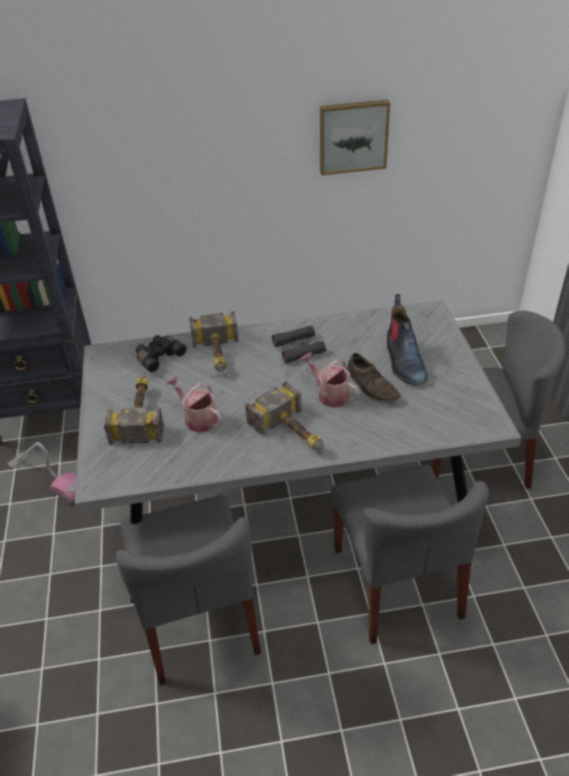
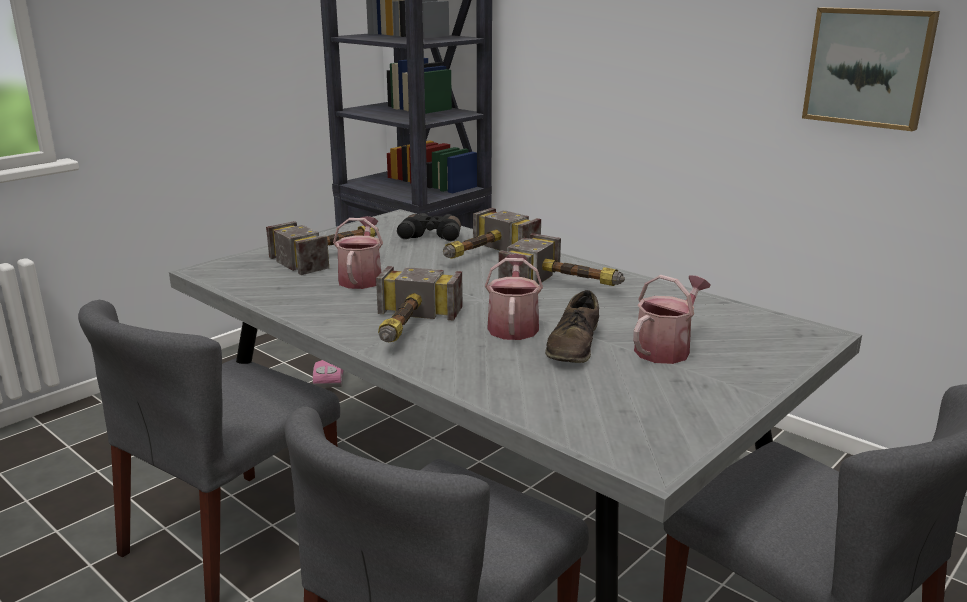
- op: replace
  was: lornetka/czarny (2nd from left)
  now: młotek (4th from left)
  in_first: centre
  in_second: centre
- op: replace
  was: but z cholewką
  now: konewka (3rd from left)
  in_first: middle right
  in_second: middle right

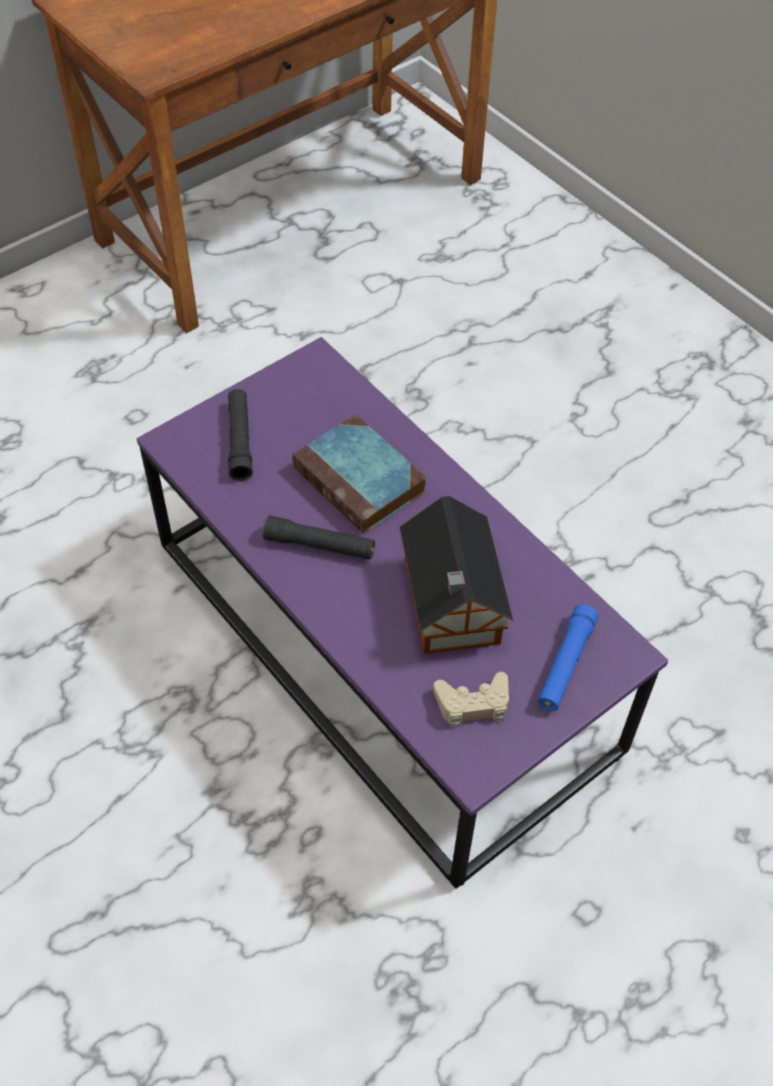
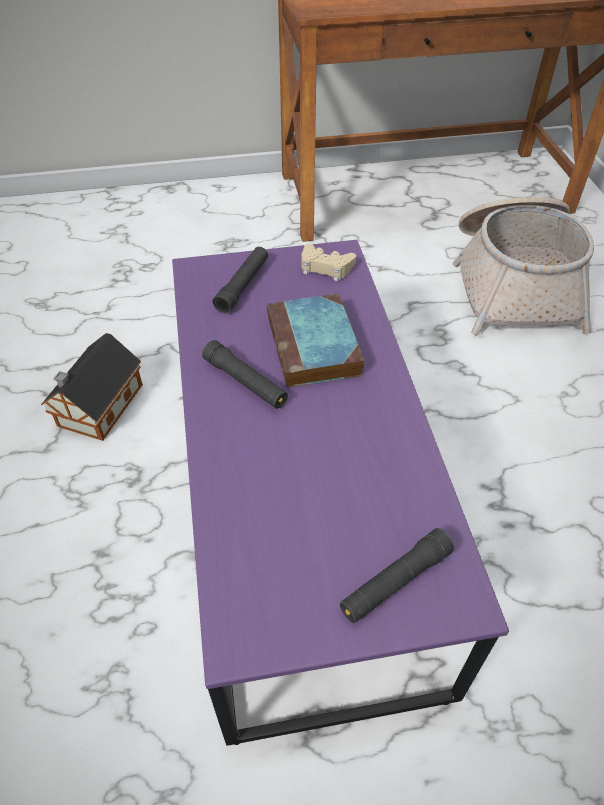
- op: insert
  now: koszyk
  in_second: top right
- op: move
  was: domek
  in_first: centre
  in_second: middle left
- op: move
  was: pad do gier/beżowy
  in_first: centre
  in_second: top centre
- op: recolor
  was: latarka/niebieski
  now: latarka/czarny (3rd from left)
  in_first: middle right
  in_second: bottom centre

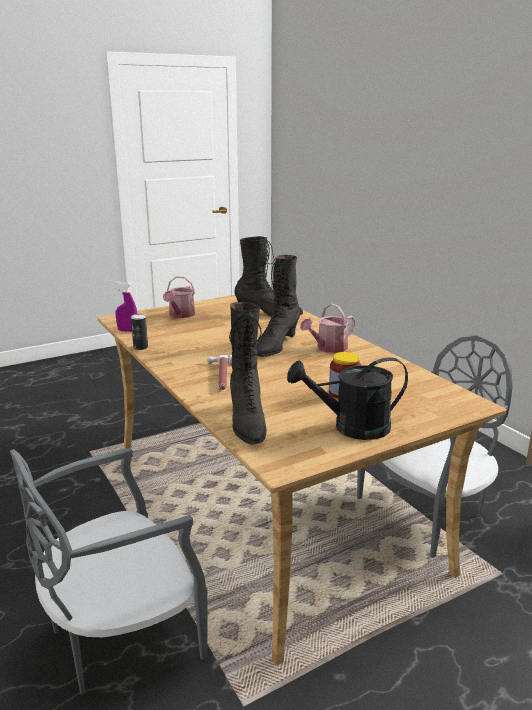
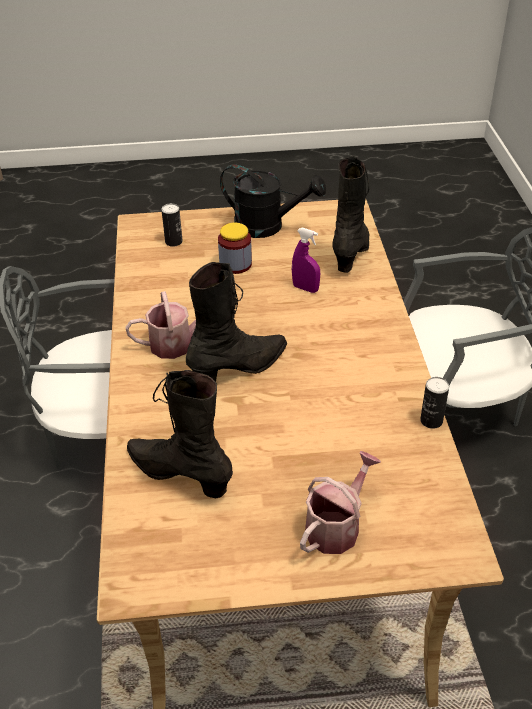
- op: delete
  was: młotek
  in_first: centre
- op: insert
  now: puszka (1st from left)
  in_second: top left
- op: move
  was: spryskiwacz/fioletowy
  in_first: middle left
  in_second: centre

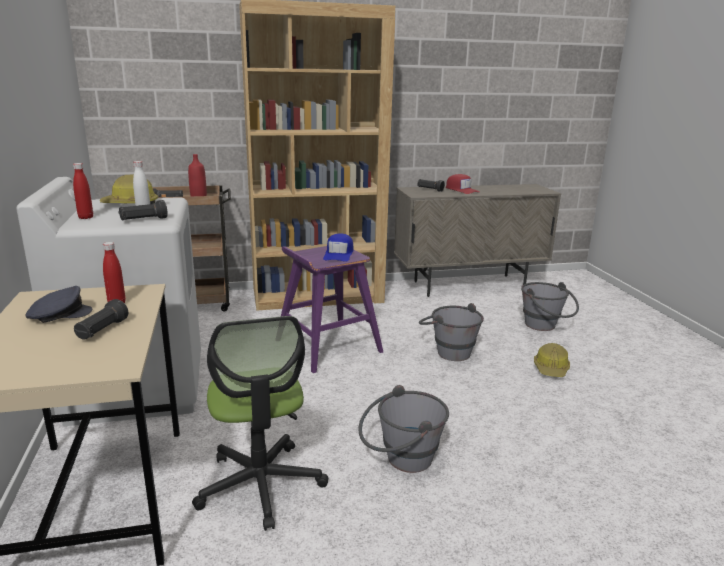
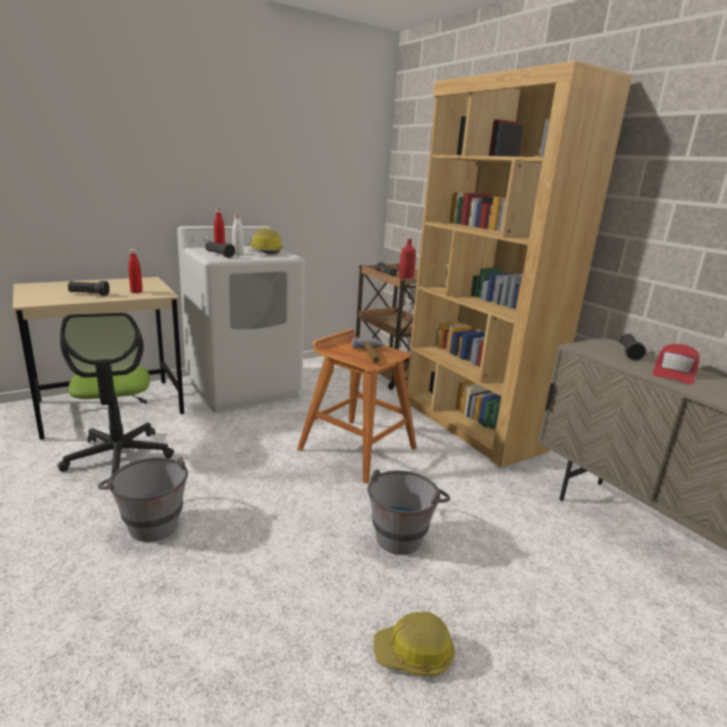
- op: delete
  was: czapka z daszkiem/szary
  in_first: middle left
- op: delete
  was: wiadro/szary (3rd from left)
  in_first: middle right
- op: replace
  was: czapka z daszkiem/niebieski
  now: młotek
  in_first: centre
  in_second: centre
- op: recolor
  was: stołek/fioletowy
  now: stołek/brązowy
  in_first: centre
  in_second: centre
- op: rotate
  was: krzesło biurowe
  in_first: bottom centre
  in_second: middle left
  clockwise: -75

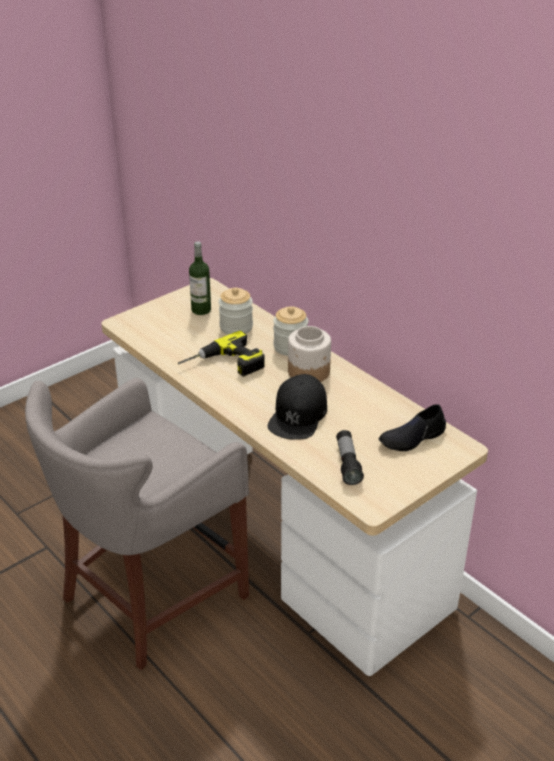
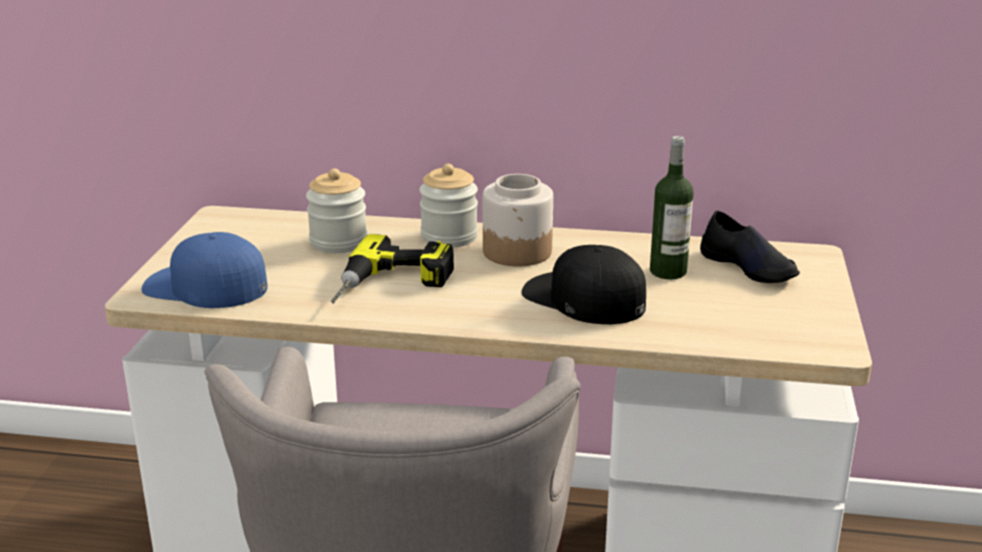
- op: delete
  was: latarka
  in_first: centre
- op: insert
  now: czapka z daszkiem/niebieski
  in_second: middle left
- op: move
  was: butelka
  in_first: centre
  in_second: middle right
- op: rotate
  was: czapka z daszkiem/czarny
  in_first: centre
  in_second: centre
  clockwise: 150
- op: rotate
  was: but/czarny
  in_first: middle right
  in_second: middle right
  clockwise: -60

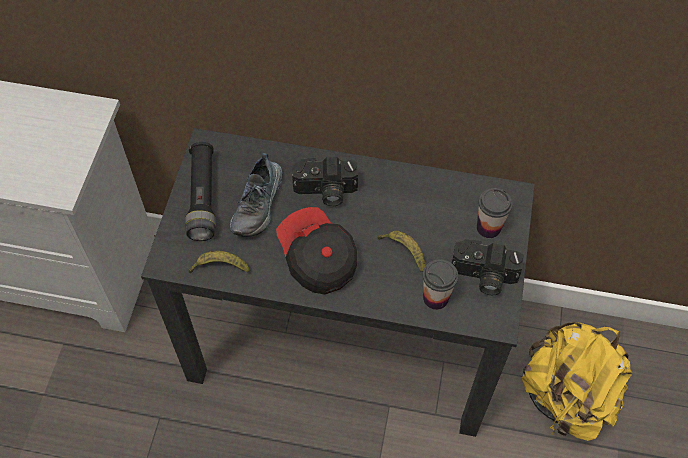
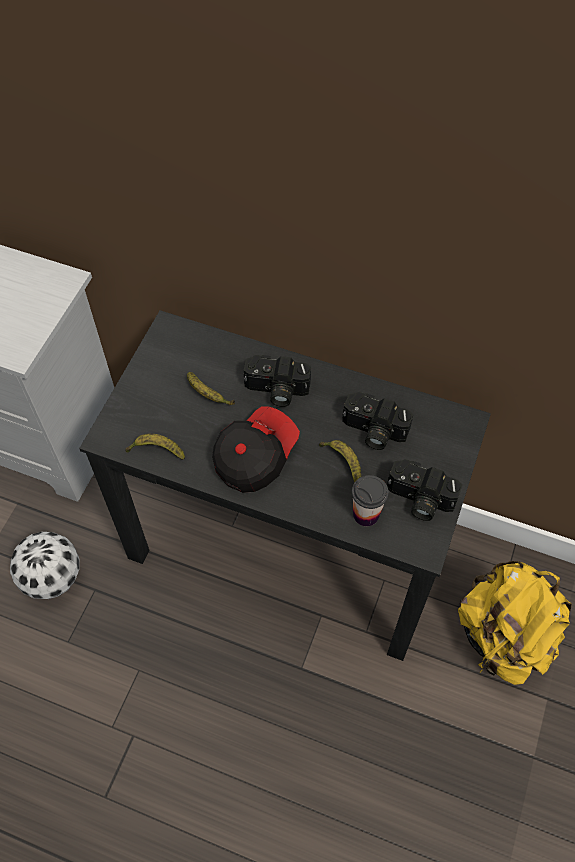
- op: delete
  was: latarka/czarny
  in_first: middle left
- op: delete
  was: filiżanka (2nd from left)
  in_first: middle right
- op: insert
  now: piłka futbolowa
  in_second: middle left
- op: insert
  now: aparat fotograficzny (2nd from left)
  in_second: centre
- op: replace
  was: but
  now: banan (2nd from left)
  in_first: centre
  in_second: centre
- op: rotate
  was: czapka z daszkiem
  in_first: centre
  in_second: centre
  clockwise: 60

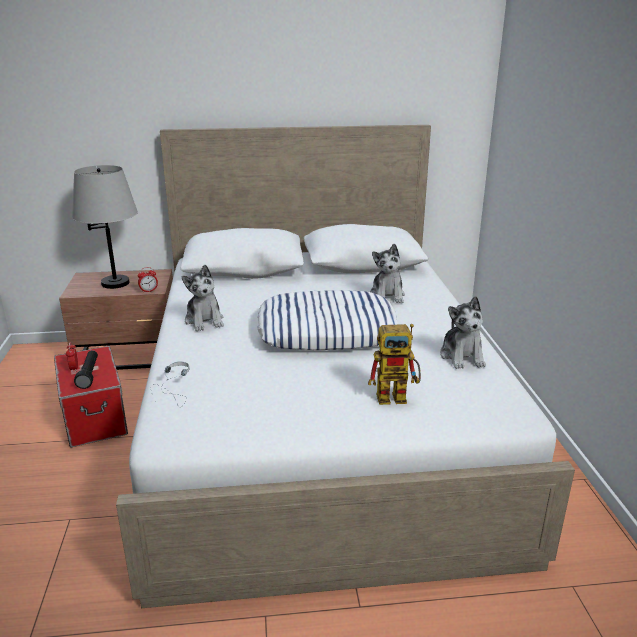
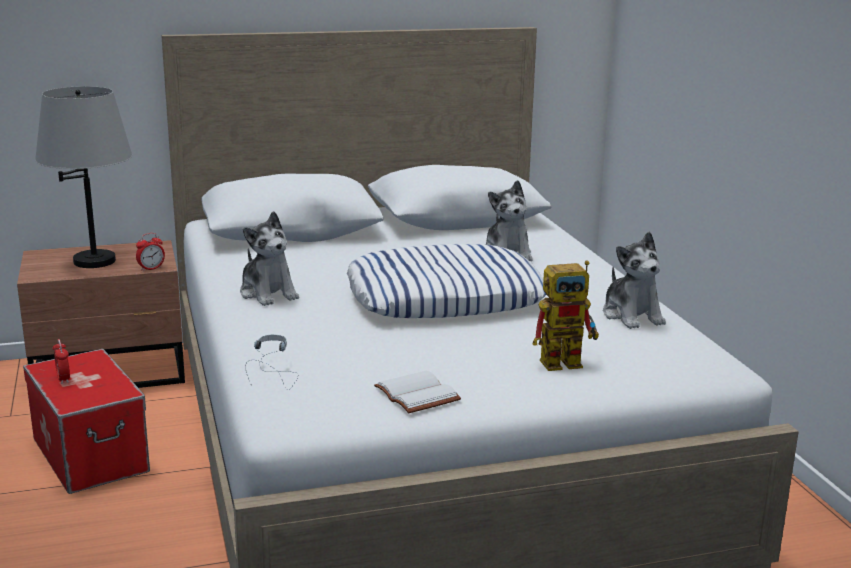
- op: delete
  was: latarka/czarny
  in_first: middle left
- op: insert
  now: książka/biały
  in_second: bottom centre

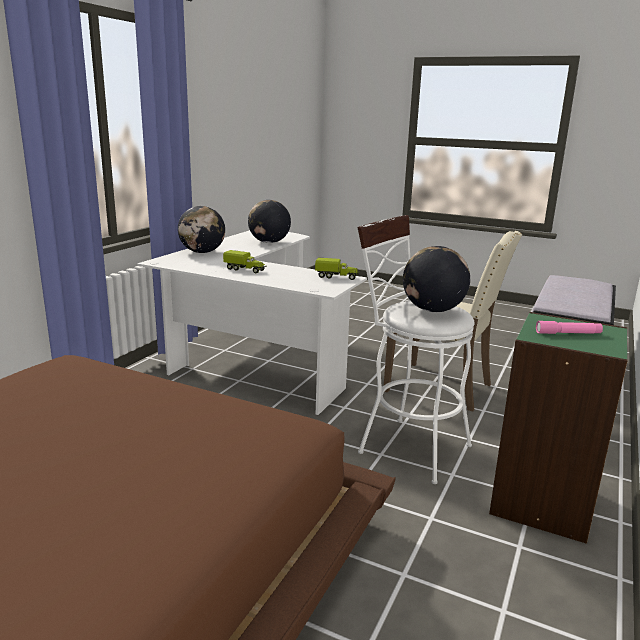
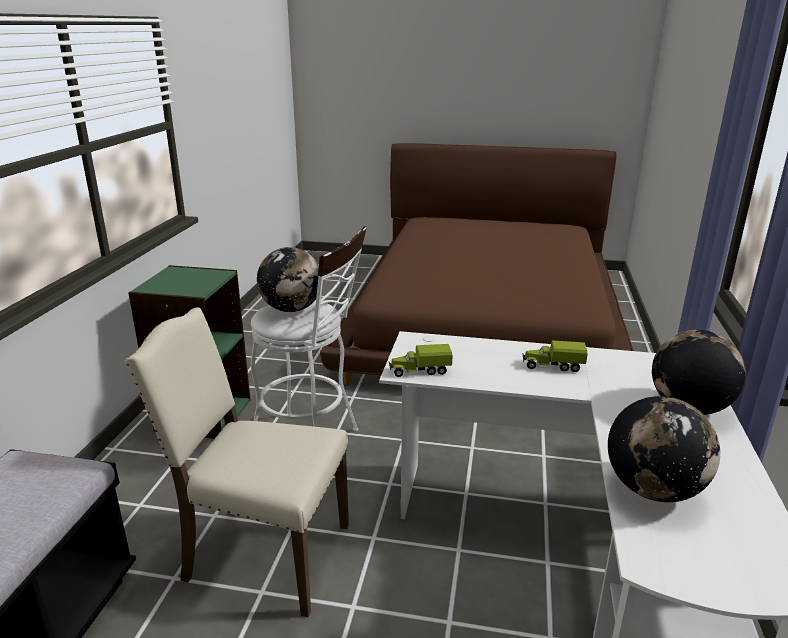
- op: delete
  was: latarka/różowy
  in_first: middle right

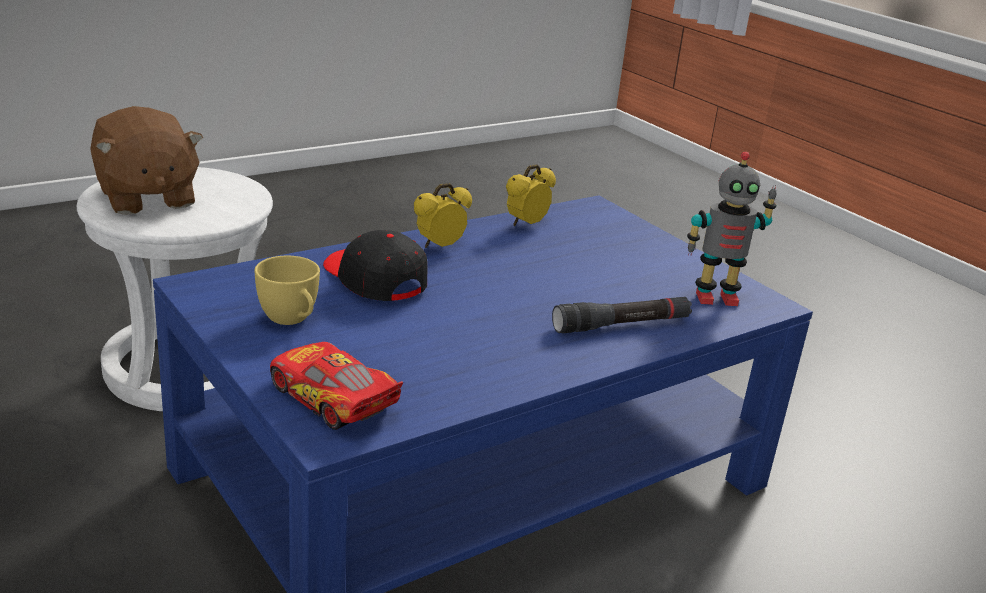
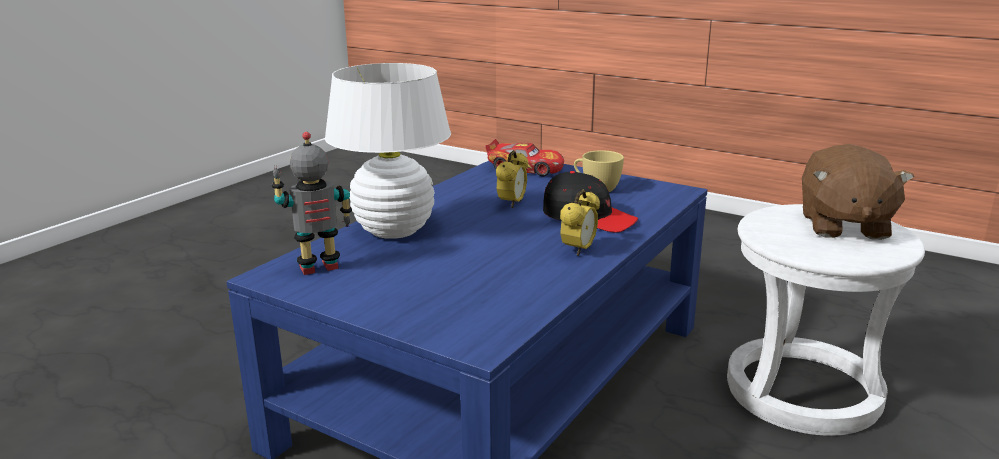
- op: move
  was: budzik (2nd from left in the first image)
  now: budzik (1st from left)
  in_first: top centre
  in_second: centre
- op: replace
  was: latarka/czarny
  now: lampa stołowa/biały
  in_first: centre
  in_second: top centre
- op: rotate
  was: pluszak/brązowy
  in_first: top left
  in_second: middle right
  clockwise: -120

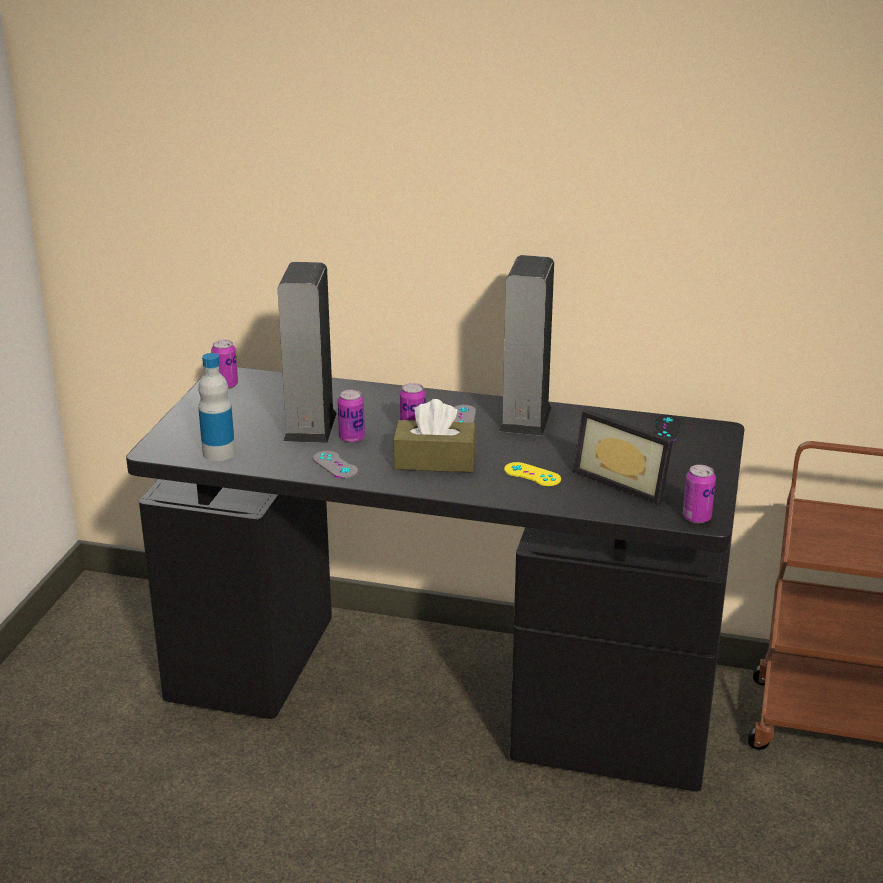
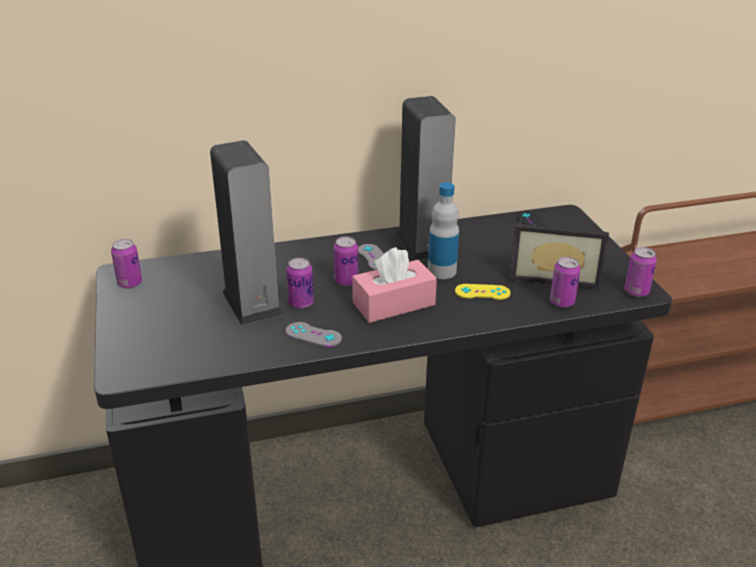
- op: insert
  now: puszka (4th from left)
  in_second: middle right
- op: move
  was: butelka
  in_first: middle left
  in_second: centre
- op: recolor
  was: pudełko chusteczek/brązowy
  now: pudełko chusteczek/różowy
  in_first: centre
  in_second: centre

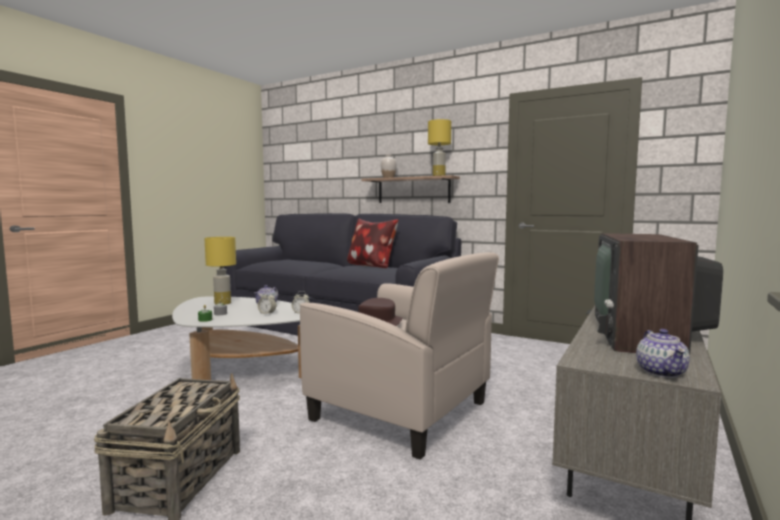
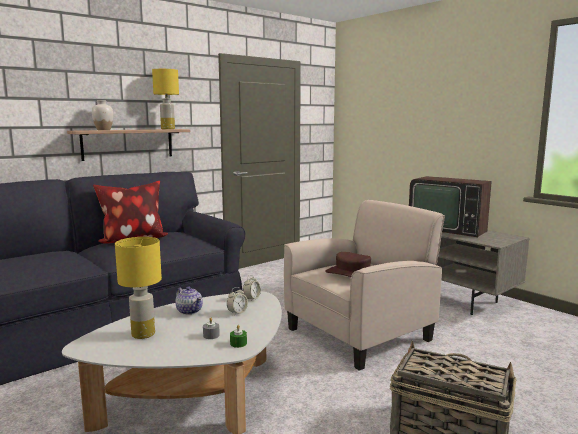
- op: delete
  was: imbryk (2nd from left)
  in_first: bottom right

